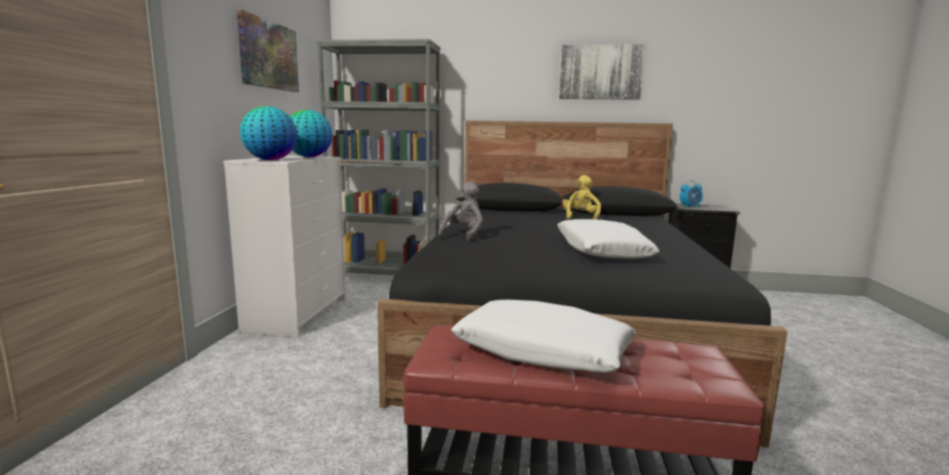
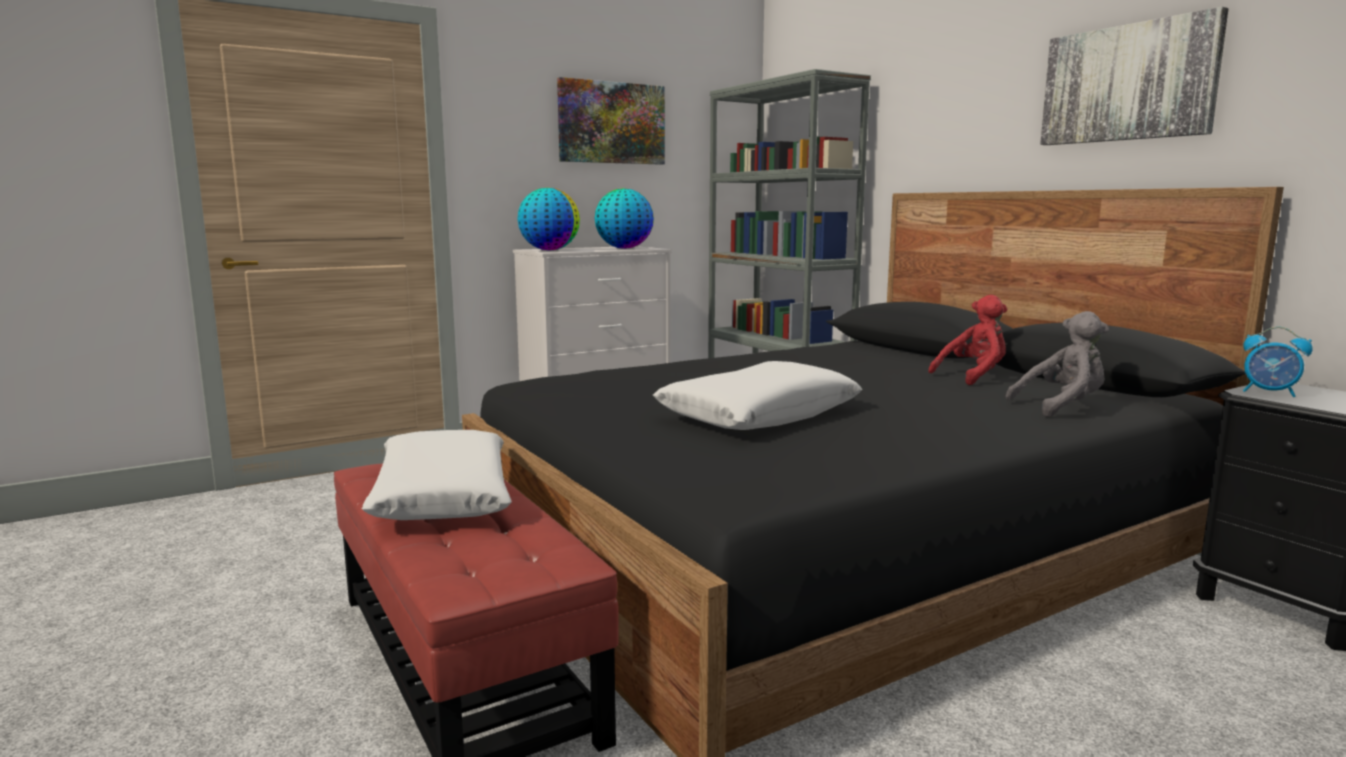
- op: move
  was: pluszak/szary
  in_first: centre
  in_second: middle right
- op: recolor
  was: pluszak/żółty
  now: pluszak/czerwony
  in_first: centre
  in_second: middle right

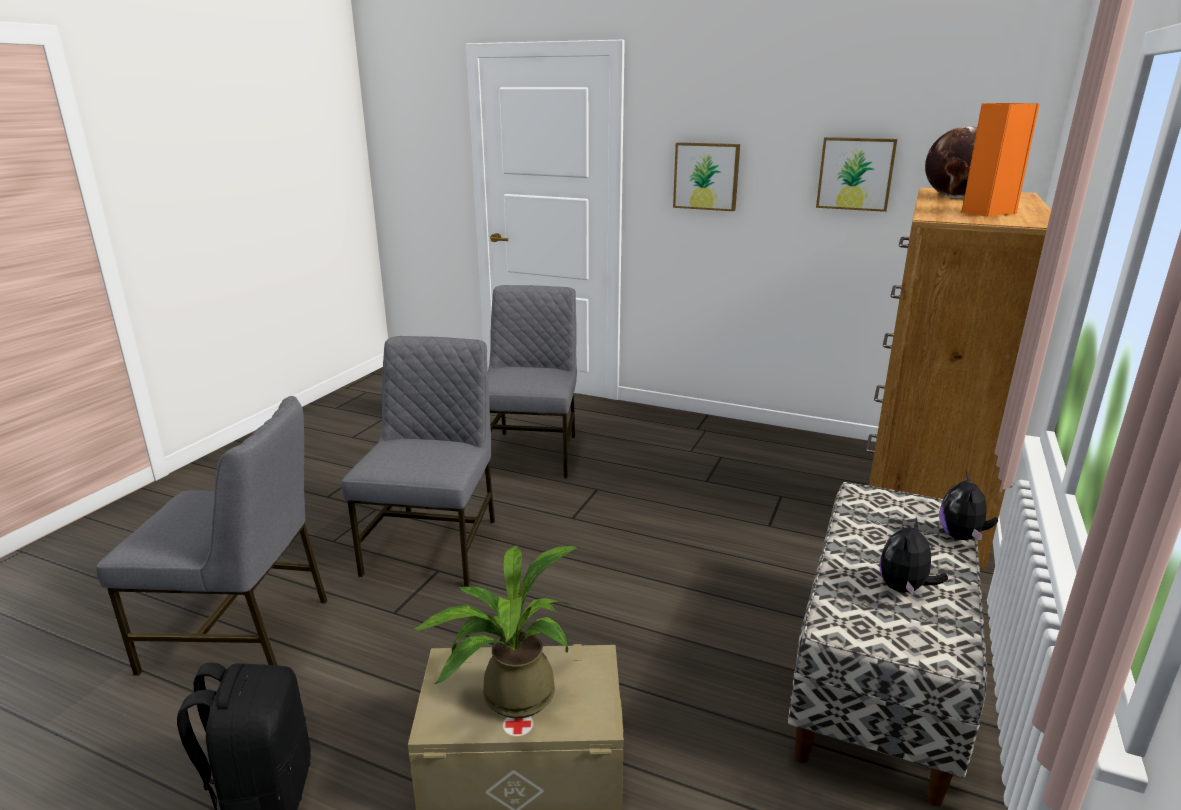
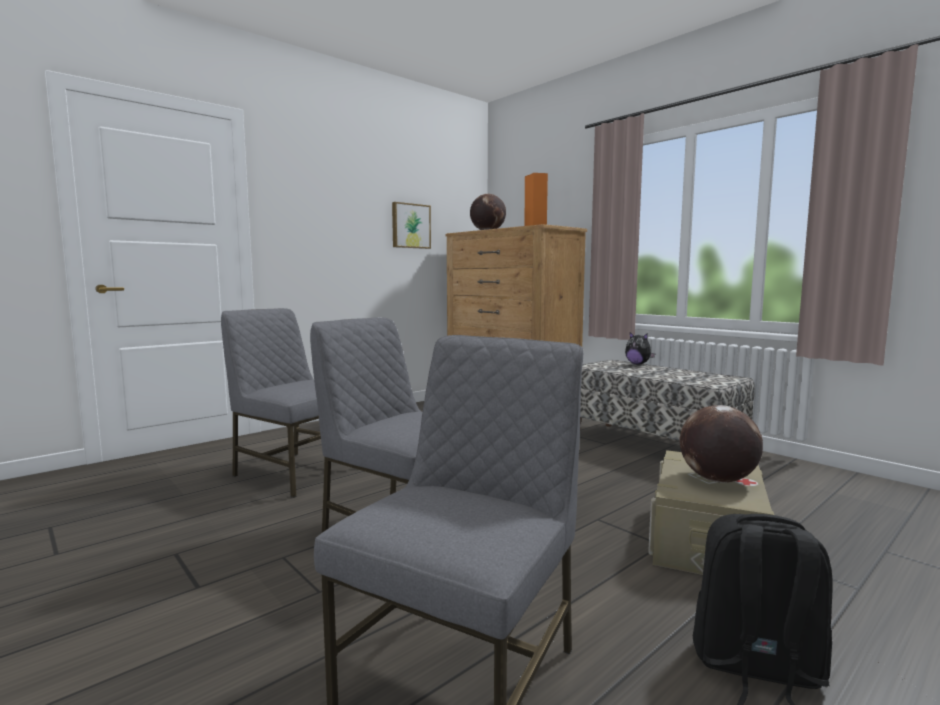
- op: delete
  was: obraz (1st from left)
  in_first: top centre
- op: delete
  was: pluszak (1st from left)
  in_first: bottom right
- op: replace
  was: roślina doniczkowa
  now: globus (2nd from left)
  in_first: bottom centre
  in_second: middle right

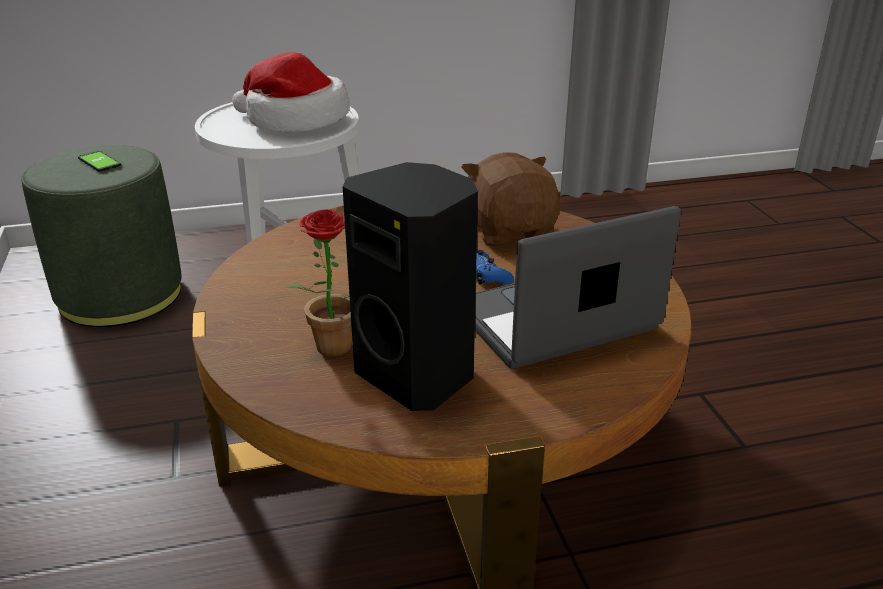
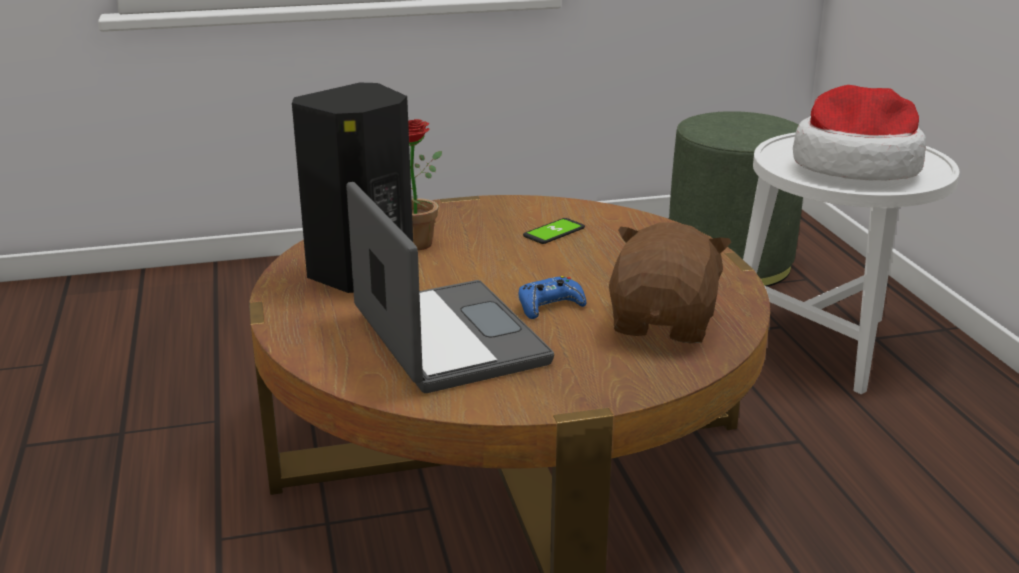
- op: move
  was: telefon
  in_first: top left
  in_second: centre
- op: rotate
  was: pluszak/brązowy
  in_first: centre
  in_second: centre
  clockwise: -60

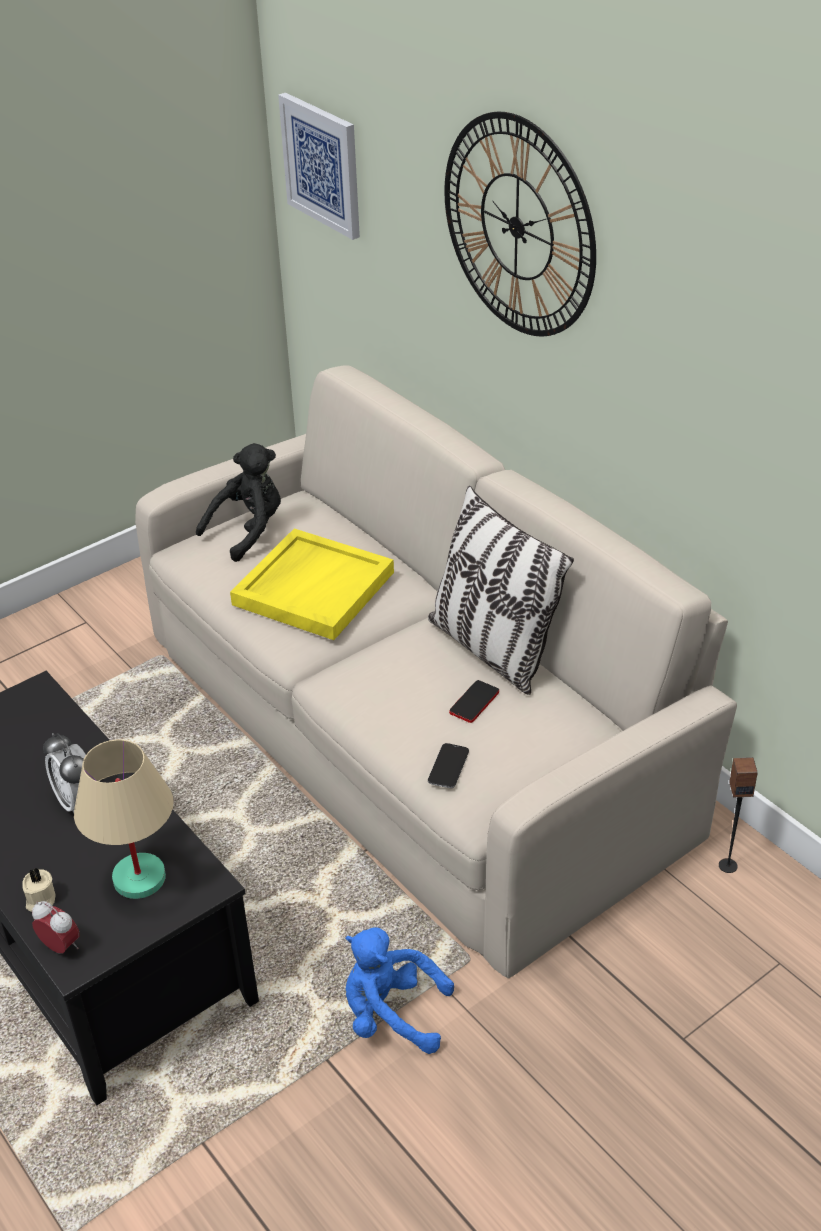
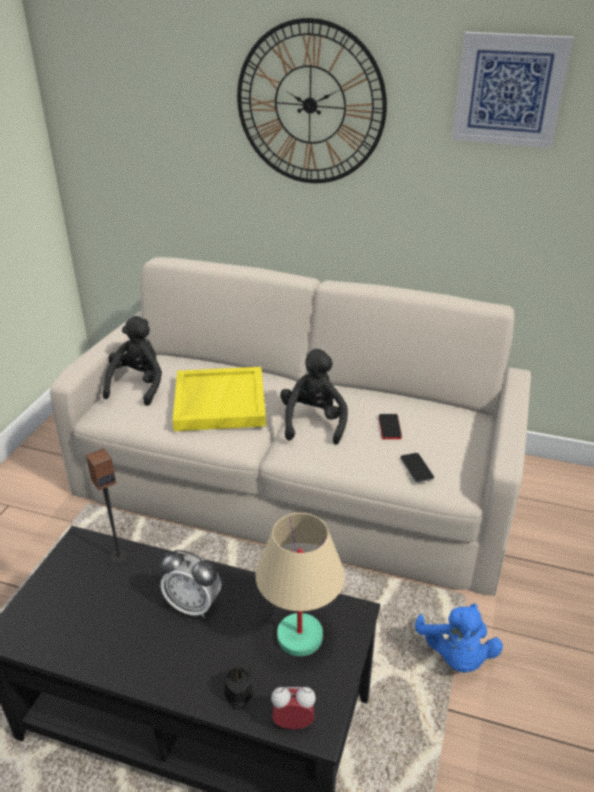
- op: delete
  was: poduszka
  in_first: centre
- op: insert
  now: pluszak/czarny (2nd from left)
  in_second: centre
- op: move
  was: obraz
  in_first: top centre
  in_second: top right
- op: move
  was: głośnik
  in_first: middle right
  in_second: middle left
- op: recolor
  was: świeca/beżowy
  now: świeca/czarny
  in_first: bottom left
  in_second: bottom centre
- op: rotate
  was: pluszak/niebieski
  in_first: bottom centre
  in_second: bottom right
  clockwise: -75

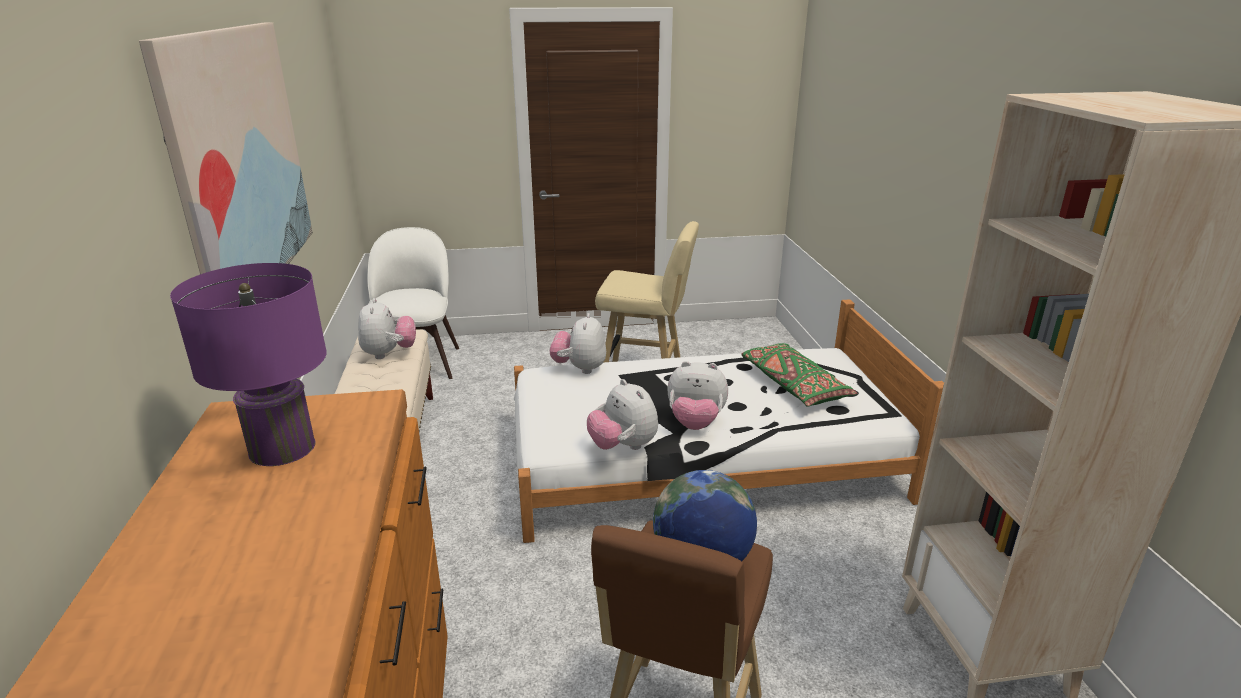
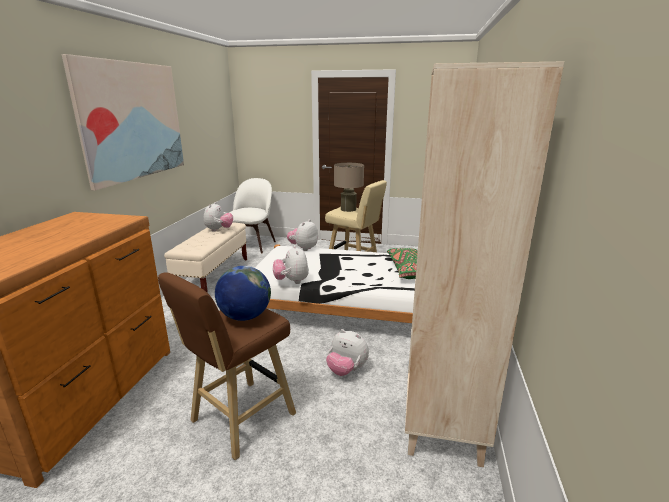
- op: delete
  was: lampa stołowa/fioletowy
  in_first: middle left
- op: insert
  now: lampa stołowa/beżowy
  in_second: centre
- op: move
  was: pluszak (4th from left)
  in_first: centre
  in_second: bottom centre

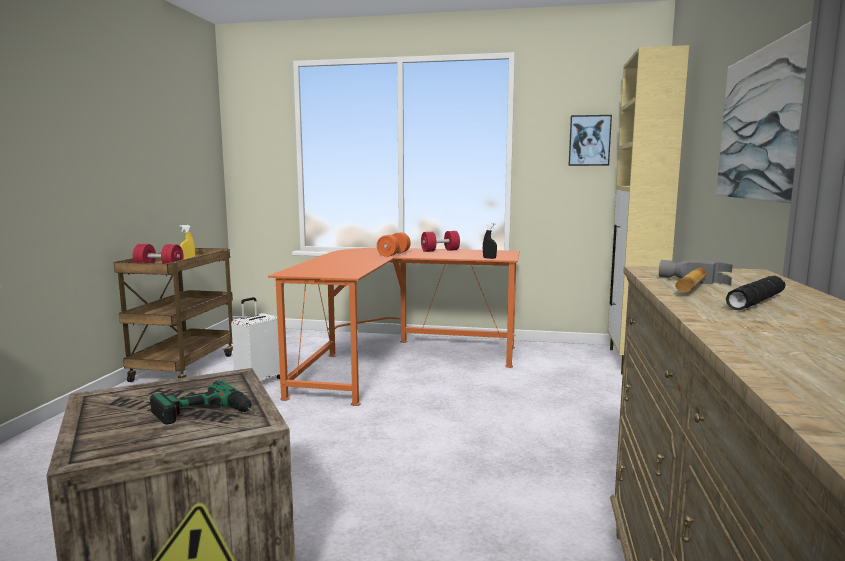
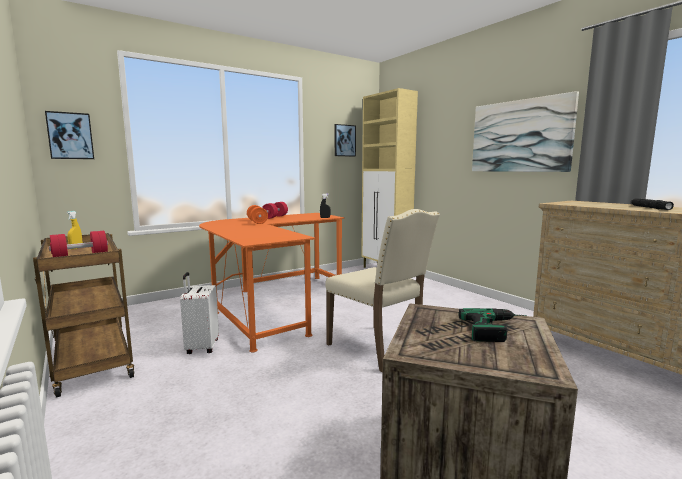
- op: delete
  was: młotek
  in_first: middle right
- op: insert
  now: obraz (1st from left)
  in_second: top left
- op: insert
  now: krzesło/beżowy
  in_second: centre

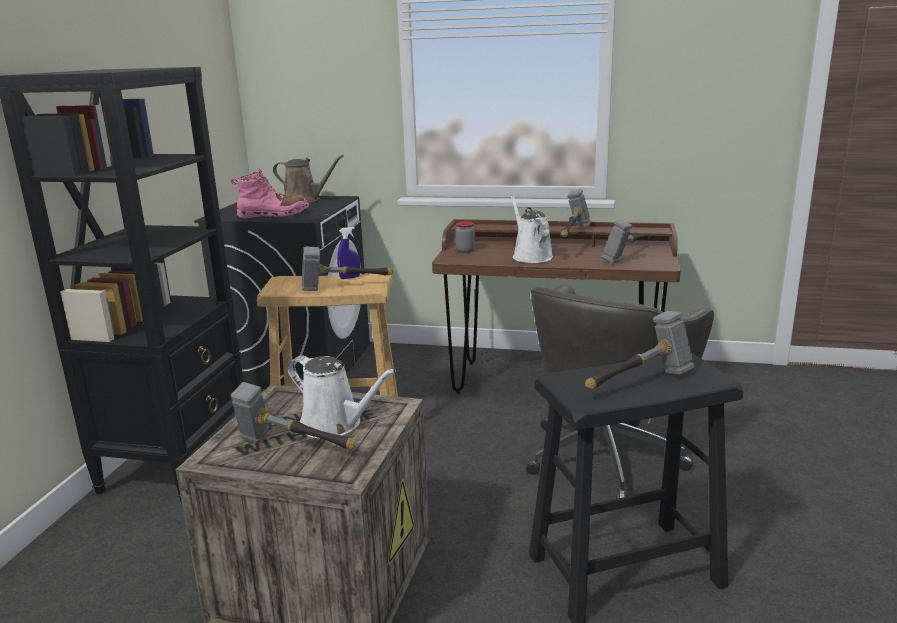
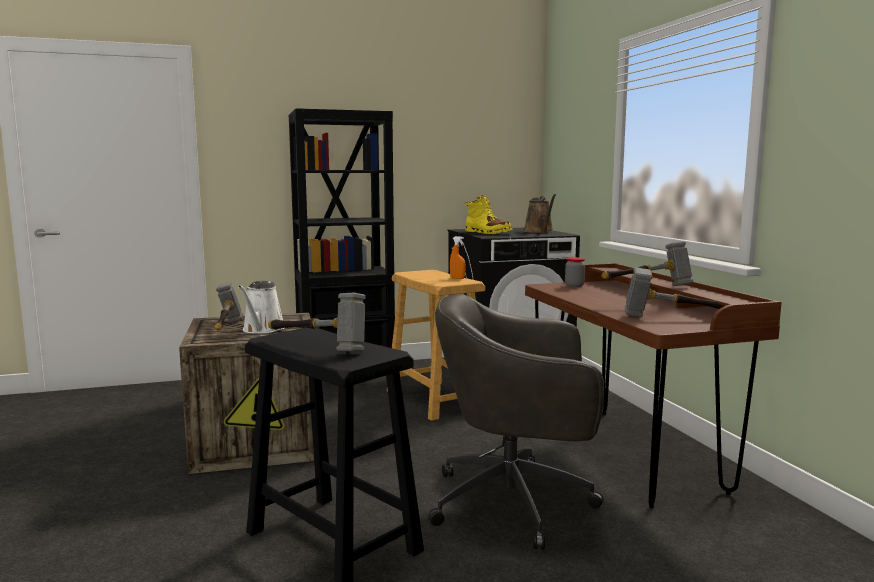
- op: delete
  was: młotek (2nd from left)
  in_first: centre
- op: delete
  was: konewka/biały (2nd from left)
  in_first: centre
- op: recolor
  was: but z cholewką/różowy
  now: but z cholewką/żółty
  in_first: top left
  in_second: centre
- op: recolor
  was: spryskiwacz/niebieski
  now: spryskiwacz/pomarańczowy
  in_first: centre
  in_second: centre

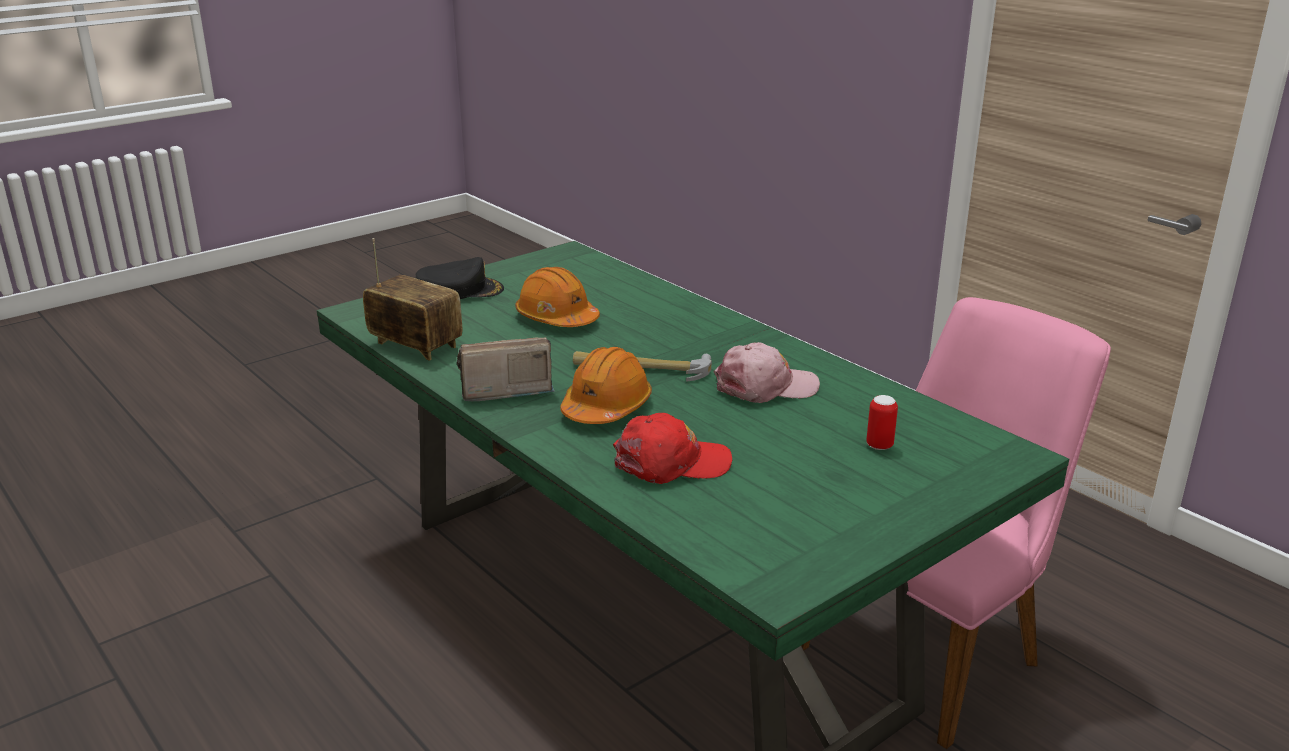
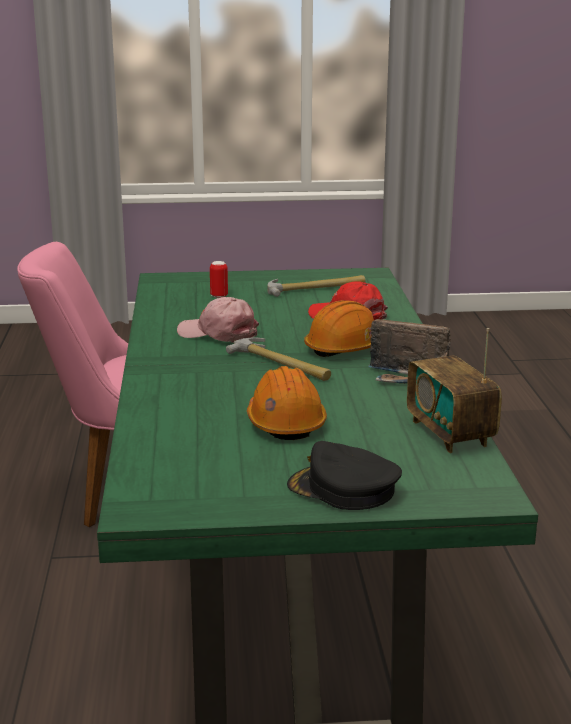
- op: insert
  now: młotek (2nd from left)
  in_second: centre

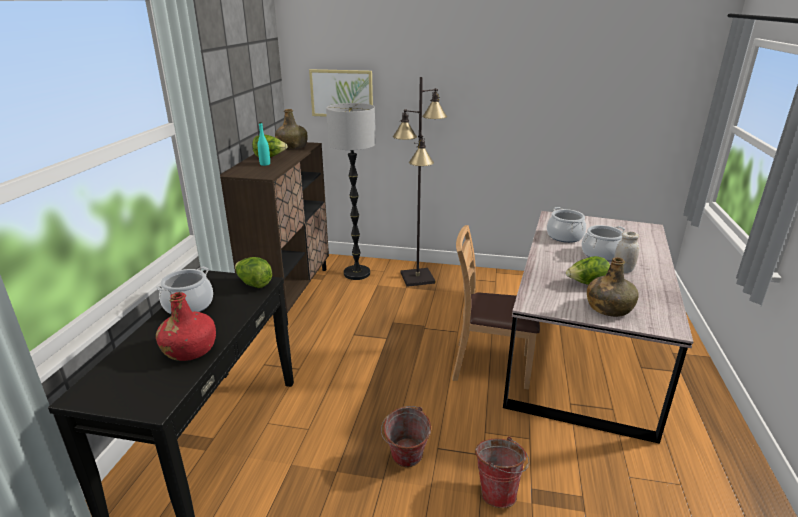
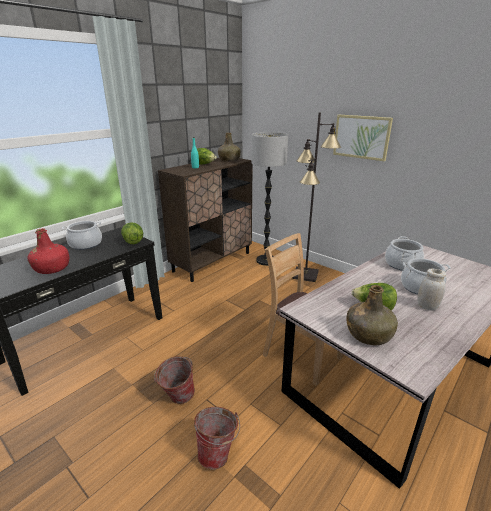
- op: move
  was: obraz
  in_first: top centre
  in_second: top right

